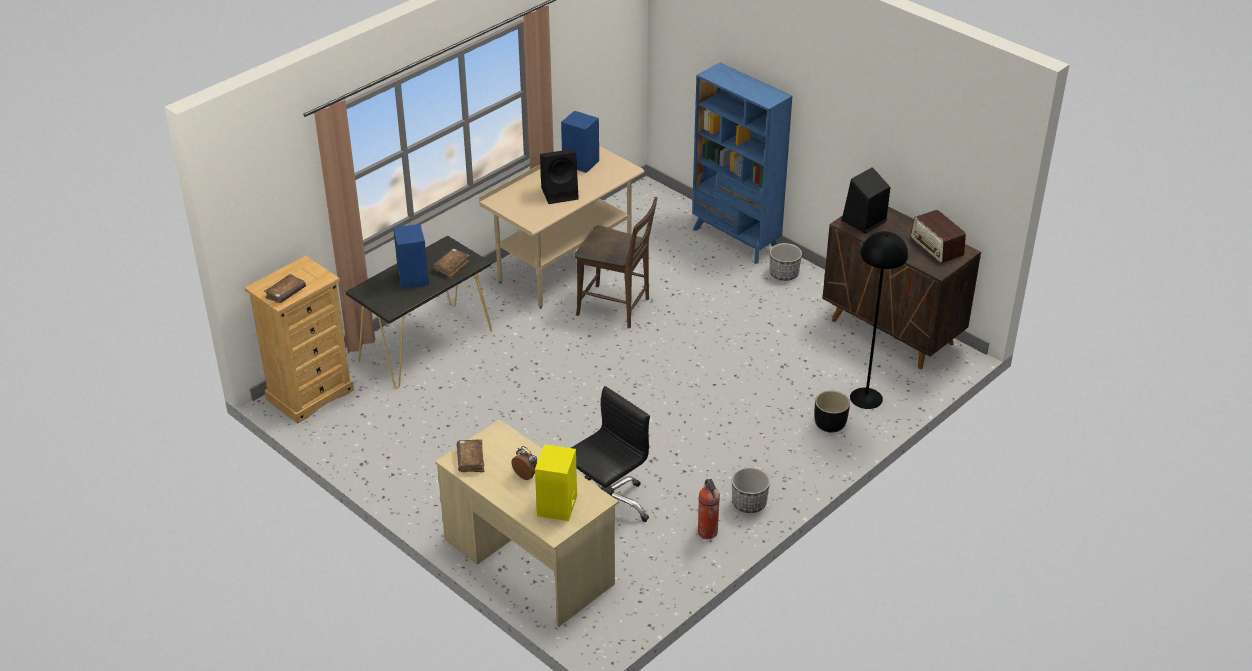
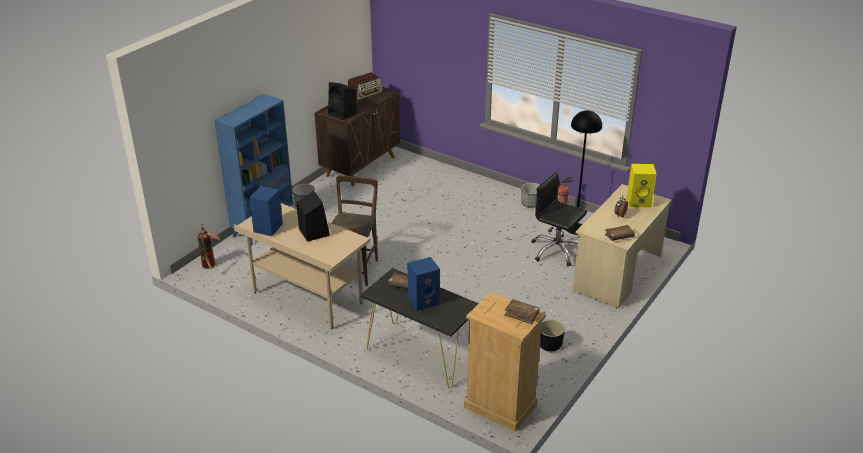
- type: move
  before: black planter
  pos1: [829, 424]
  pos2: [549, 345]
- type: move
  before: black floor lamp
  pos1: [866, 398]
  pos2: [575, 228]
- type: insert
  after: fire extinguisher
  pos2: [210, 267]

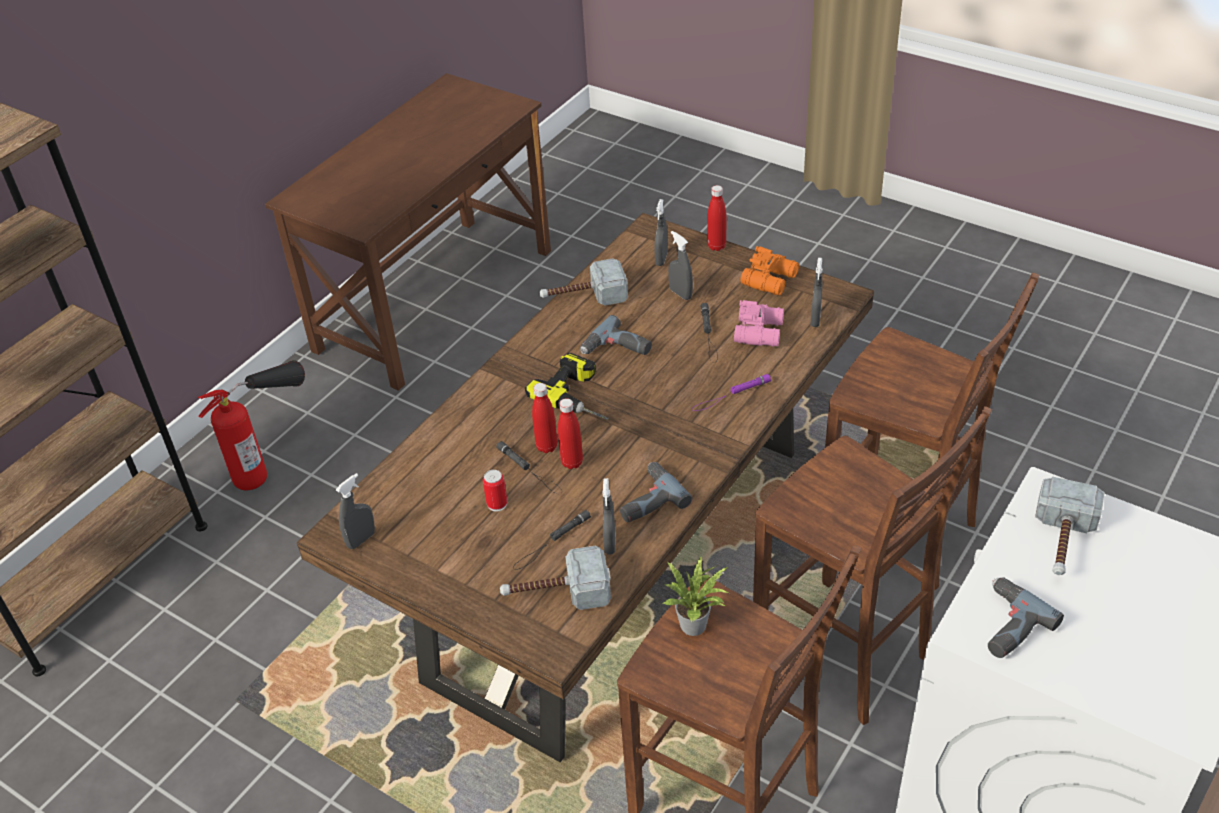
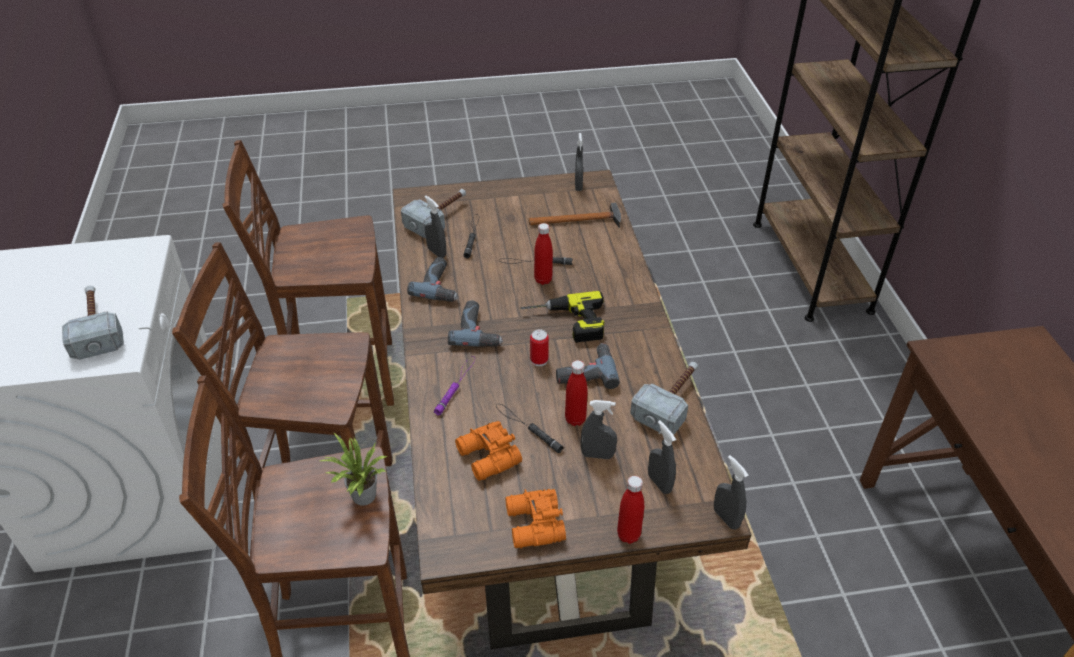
- type: delete
  before: fire extinguisher
  pos1: [272, 457]
- type: move
  before: can
  pos1: [497, 504]
  pos2: [539, 360]
- type: move
  before: red bottle
  pos1: [572, 462]
  pos2: [575, 419]
- type: move
  before: potted plant
  pos1: [697, 624]
  pos2: [361, 498]
- type: recolor
  before: pink binoculars
  after: orange binoculars
  pos1: [760, 331]
  pos2: [487, 458]
- type: move
  before: grey spray bottle
  pos1: [815, 319]
  pos2: [726, 518]
- type: move
  before: power drill
  pos1: [1006, 624]
  pos2: [479, 330]
- type: insert
  after: hammer
  pos2: [580, 220]

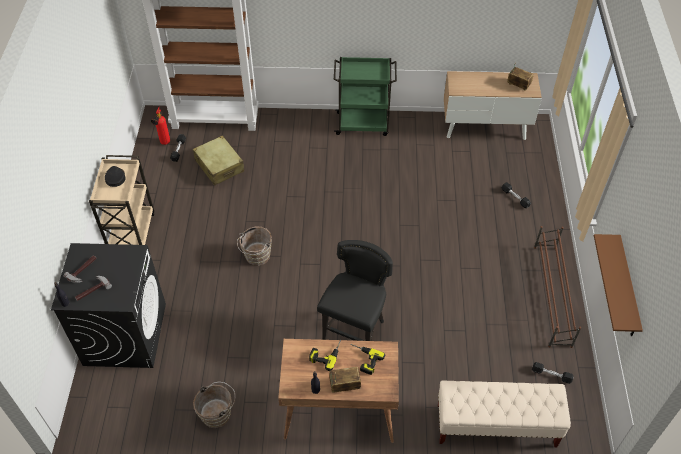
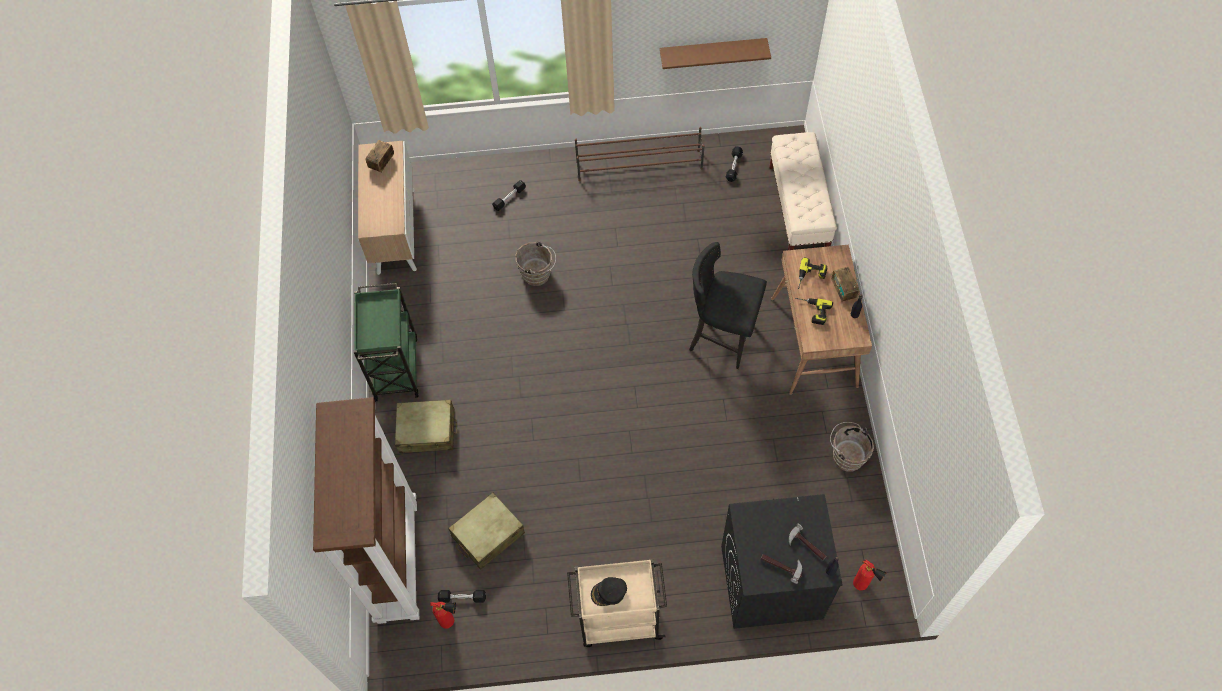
- type: move
  before: brown bucket
  pos1: [256, 257]
  pos2: [538, 275]
- type: insert
  after: beige suitcase
  pos2: [427, 431]
- type: insert
  after: fire extinguisher
  pos2: [863, 586]

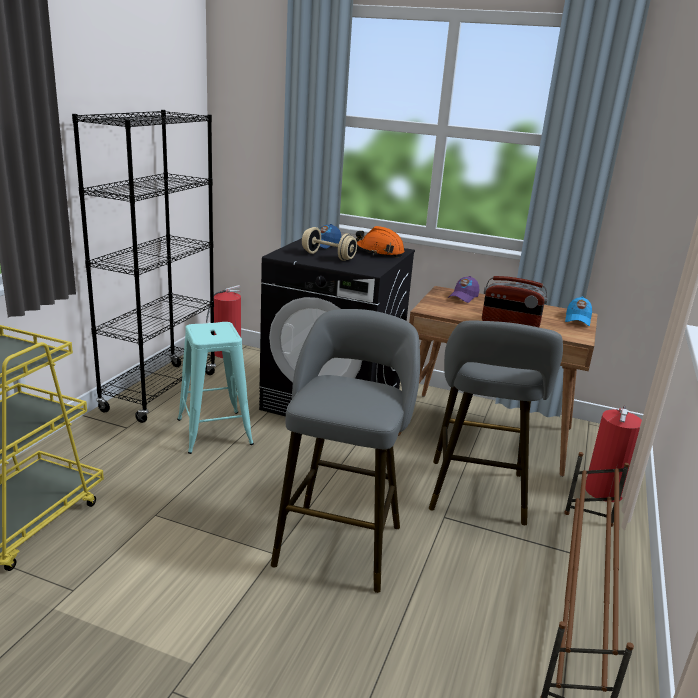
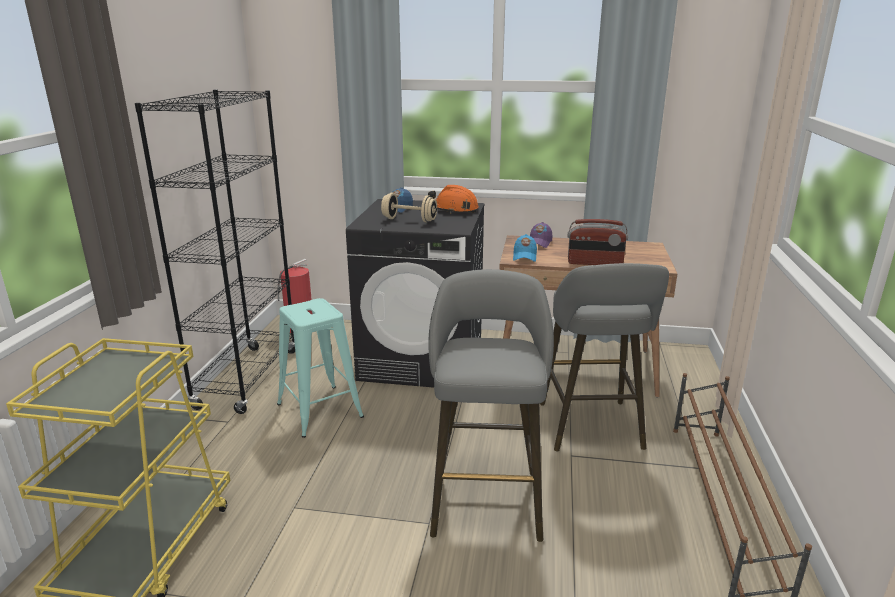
- type: move
  before: blue cap
  pos1: [577, 320]
  pos2: [524, 257]
- type: delete
  before: fire extinguisher
  pos1: [604, 490]

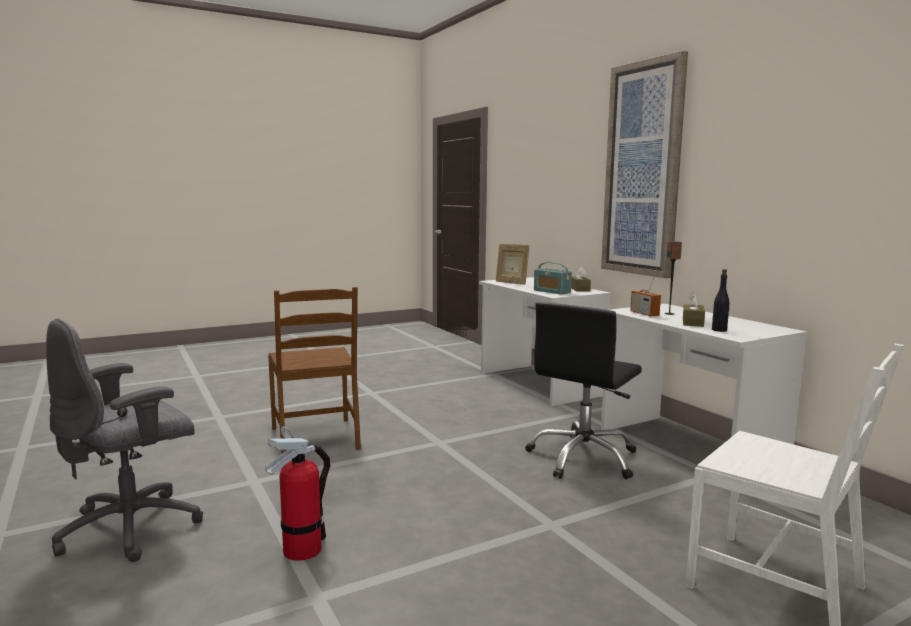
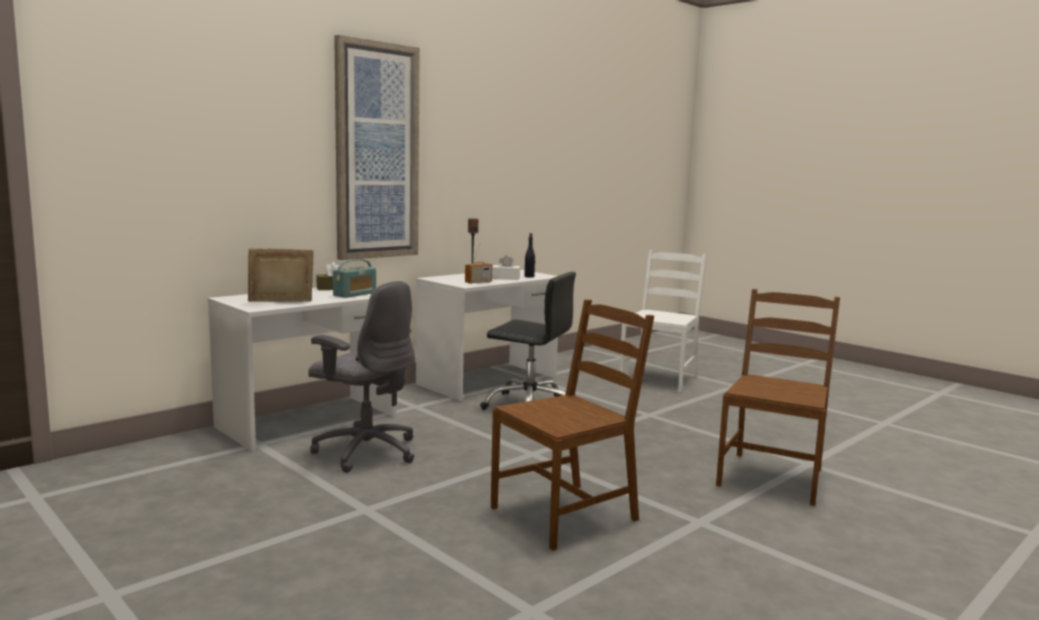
- type: move
  before: grey office chair
  pos1: [133, 528]
  pos2: [366, 451]
- type: replace
  before: fire extinguisher
  after: brown chair
  pos1: [302, 549]
  pos2: [771, 477]
- type: rotate
  before: picture frame
  pos1: [511, 283]
  pos2: [281, 303]
  turn: -150
- type: recolor
  before: brown tissue box
  after: white tissue box
  pos1: [692, 322]
  pos2: [505, 278]

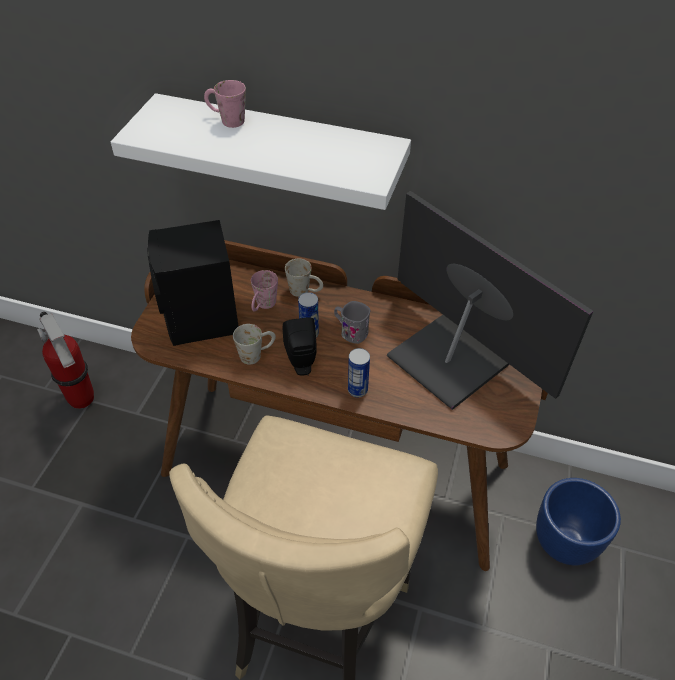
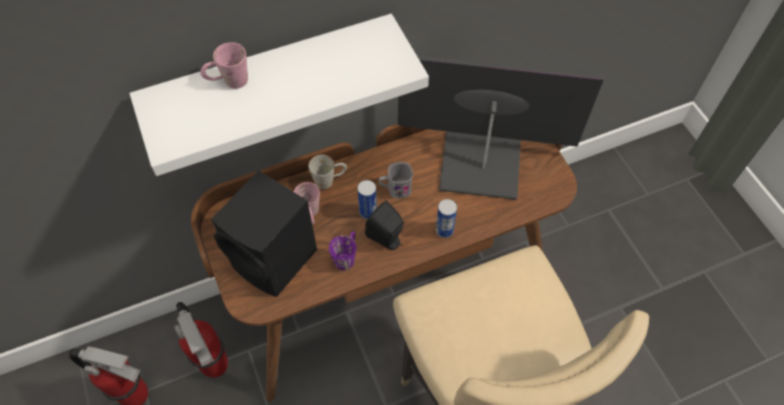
- type: recolor
  before: white mug
  after: purple mug
  pos1: [256, 354]
  pos2: [347, 256]
- type: delete
  before: blue planter
  pos1: [564, 541]
- type: insert
  after: fire extinguisher
  pos2: [215, 366]

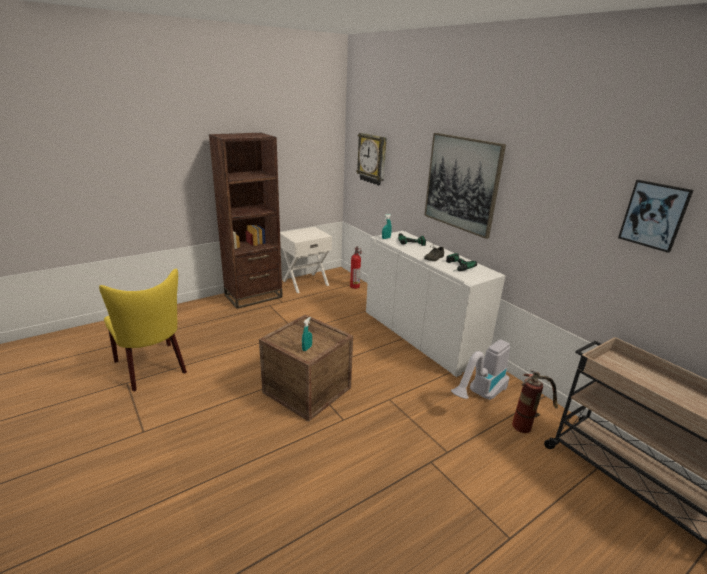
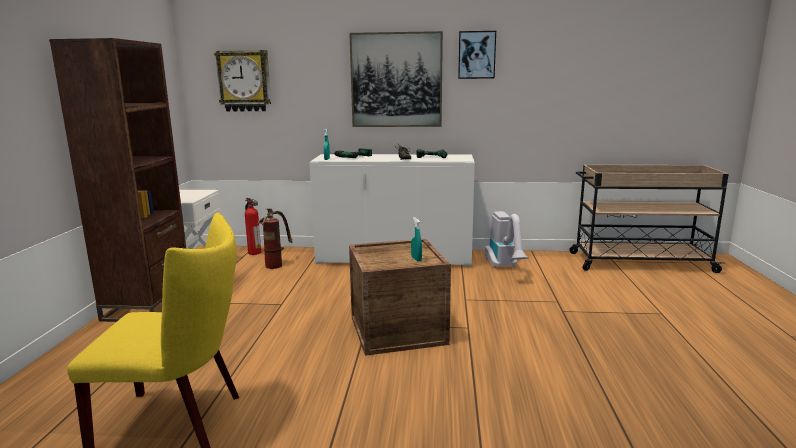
- type: move
  before: fire extinguisher
  pos1: [527, 423]
  pos2: [276, 263]
- type: move
  before: picture
  pos1: [654, 215]
  pos2: [476, 55]

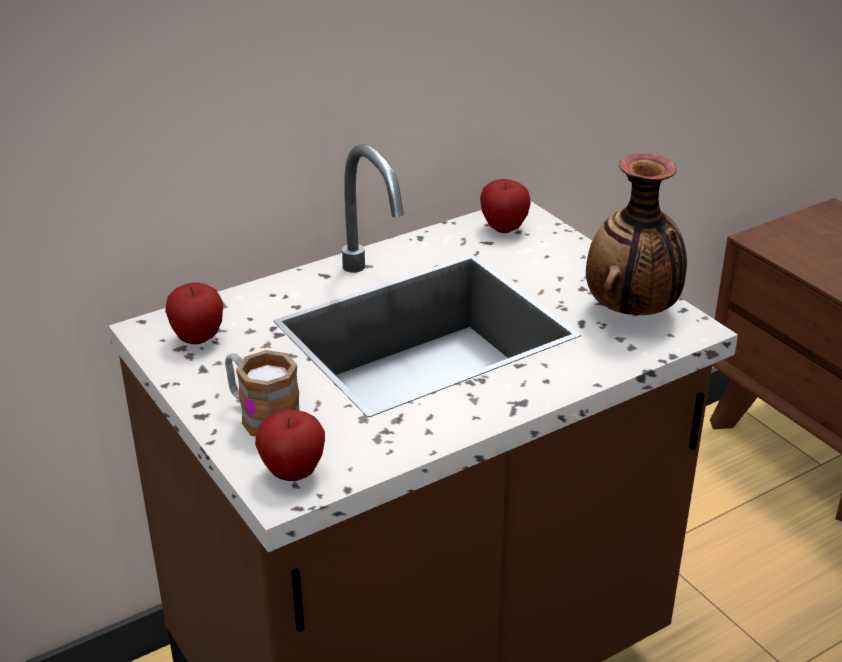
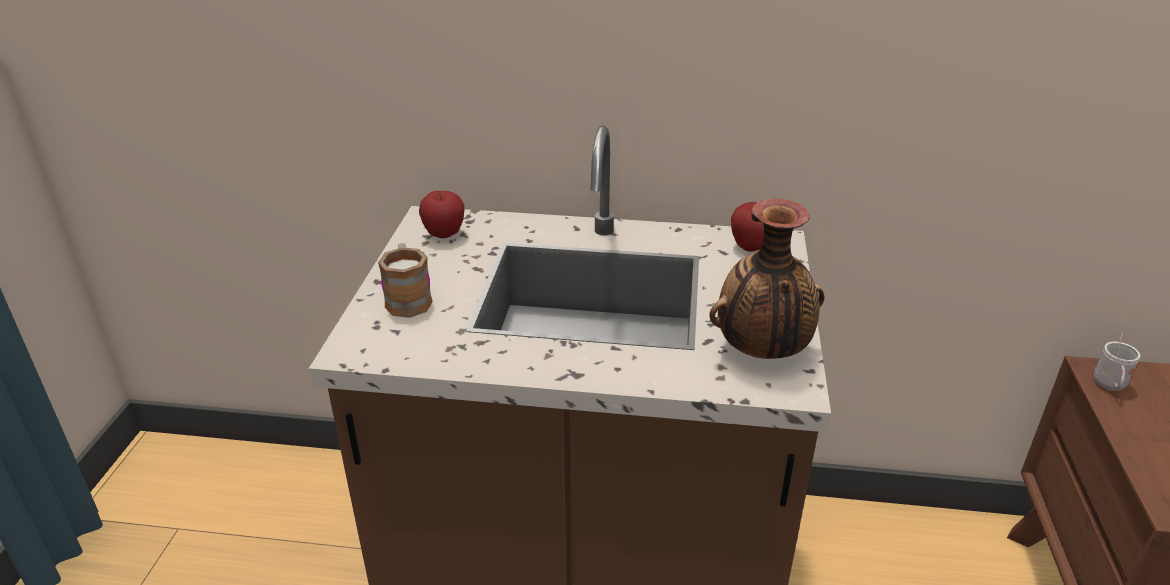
- type: delete
  before: apple
  pos1: [293, 473]
- type: insert
  after: white mug
  pos2: [1109, 386]

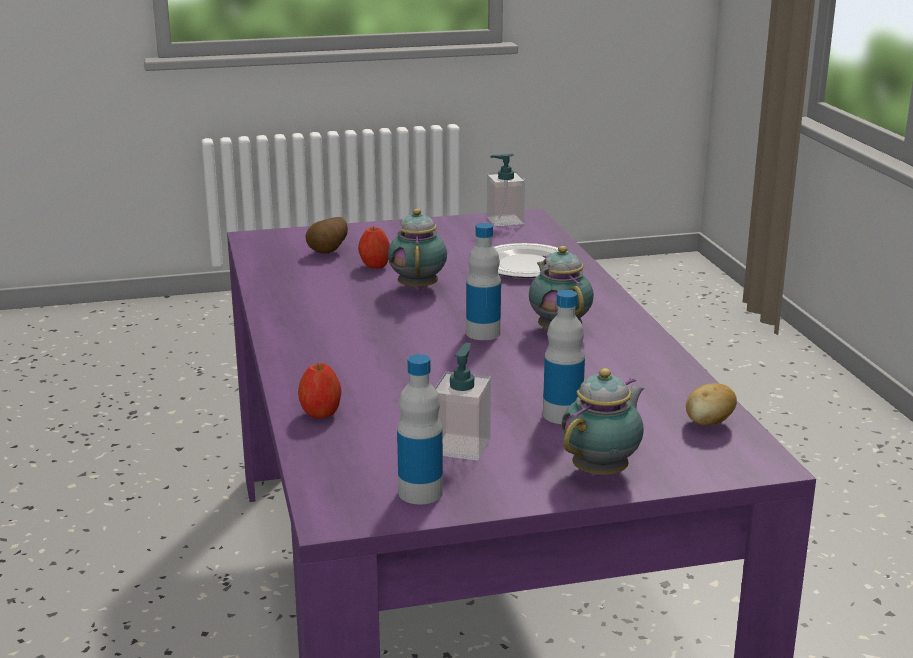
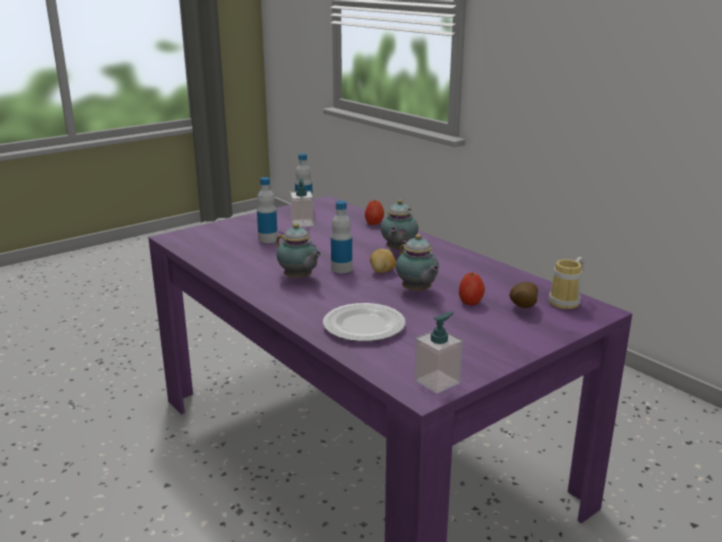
- type: move
  before: teapot
  pos1: [603, 471]
  pos2: [398, 250]
- type: move
  before: potato
  pos1: [708, 423]
  pos2: [382, 271]
- type: insert
  after: mug
  pos2: [568, 302]

